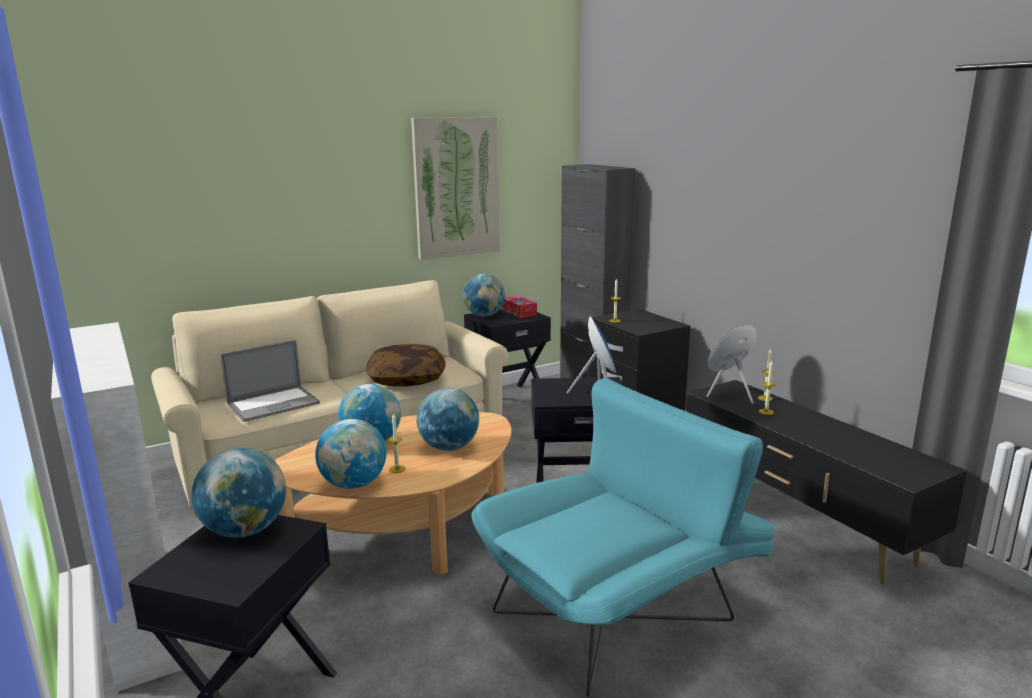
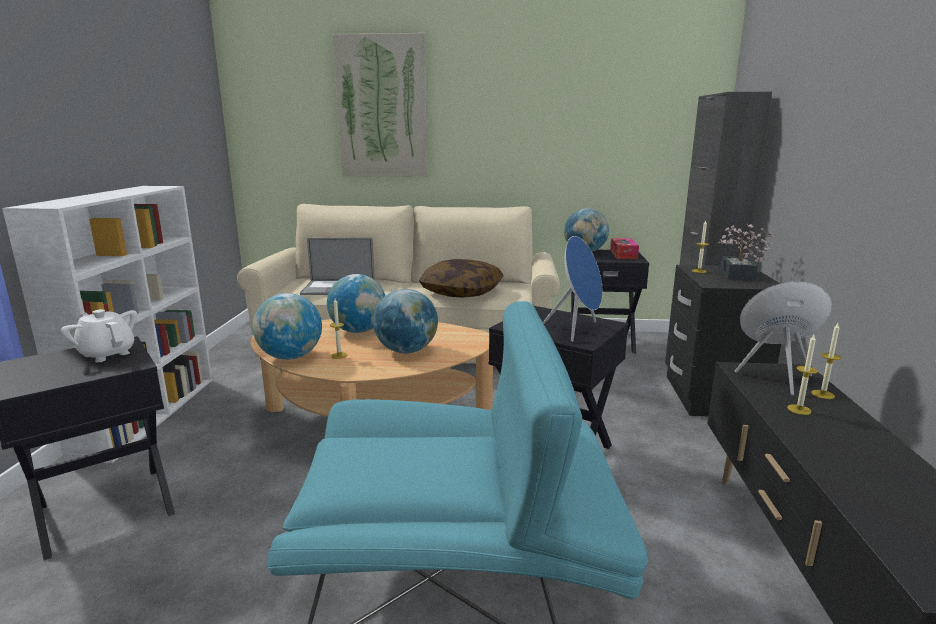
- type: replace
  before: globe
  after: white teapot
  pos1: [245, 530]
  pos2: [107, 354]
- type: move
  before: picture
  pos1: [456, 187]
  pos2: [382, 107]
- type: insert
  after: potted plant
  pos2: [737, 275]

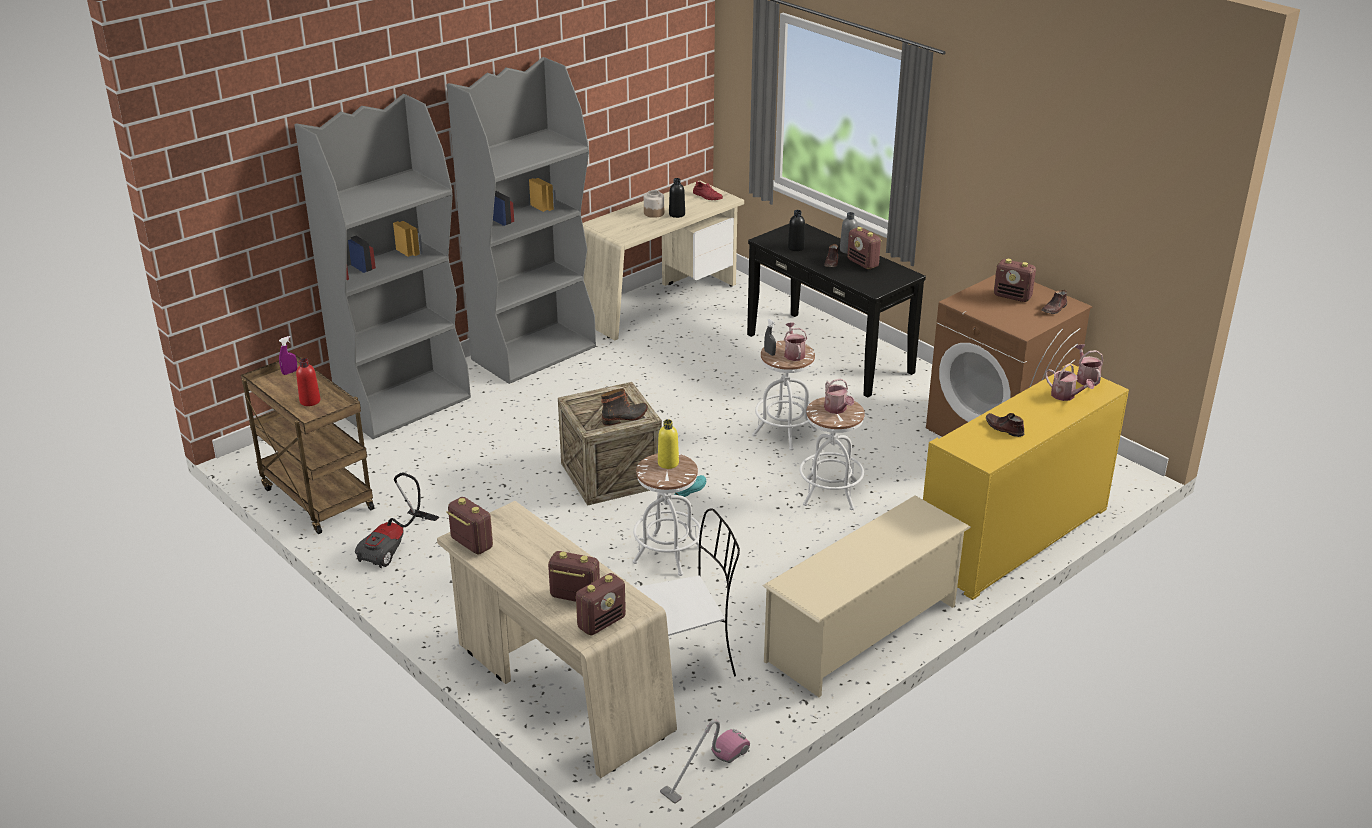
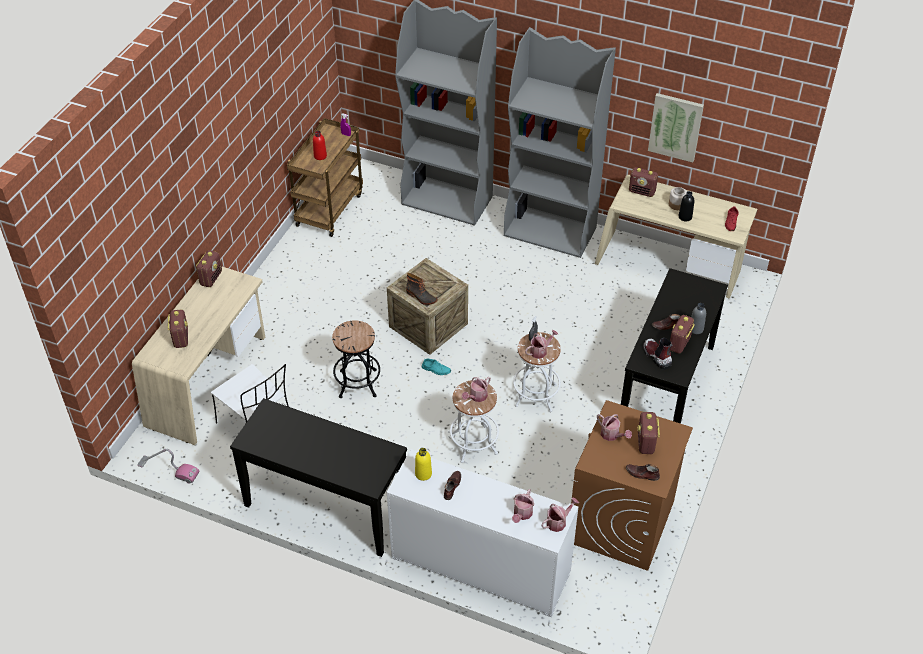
- type: delete
  before: vacuum cleaner
  pos1: [395, 546]
- type: move
  before: radio
  pos1: [601, 622]
  pos2: [642, 192]
- type: recolor
  before: white stool
  after: black stool
  pos1: [667, 555]
  pos2: [358, 383]
- type: move
  before: yellow bottle
  pos1: [668, 463]
  pos2: [423, 474]
- type: replace
  before: beige shoe rack
  after: black console table
  pos1: [862, 633]
  pos2: [326, 507]
- type: delete
  before: black bottle
  pos1: [796, 247]
- type: recolor
  before: yellow cabinet
  after: white cabinet
  pos1: [1013, 537]
  pos2: [480, 565]
- type: insert
  after: watering can
  pos2: [612, 435]
- type: insert
  after: boot
  pos2: [656, 356]
- type: insert
  after: picture
  pos2: [675, 127]

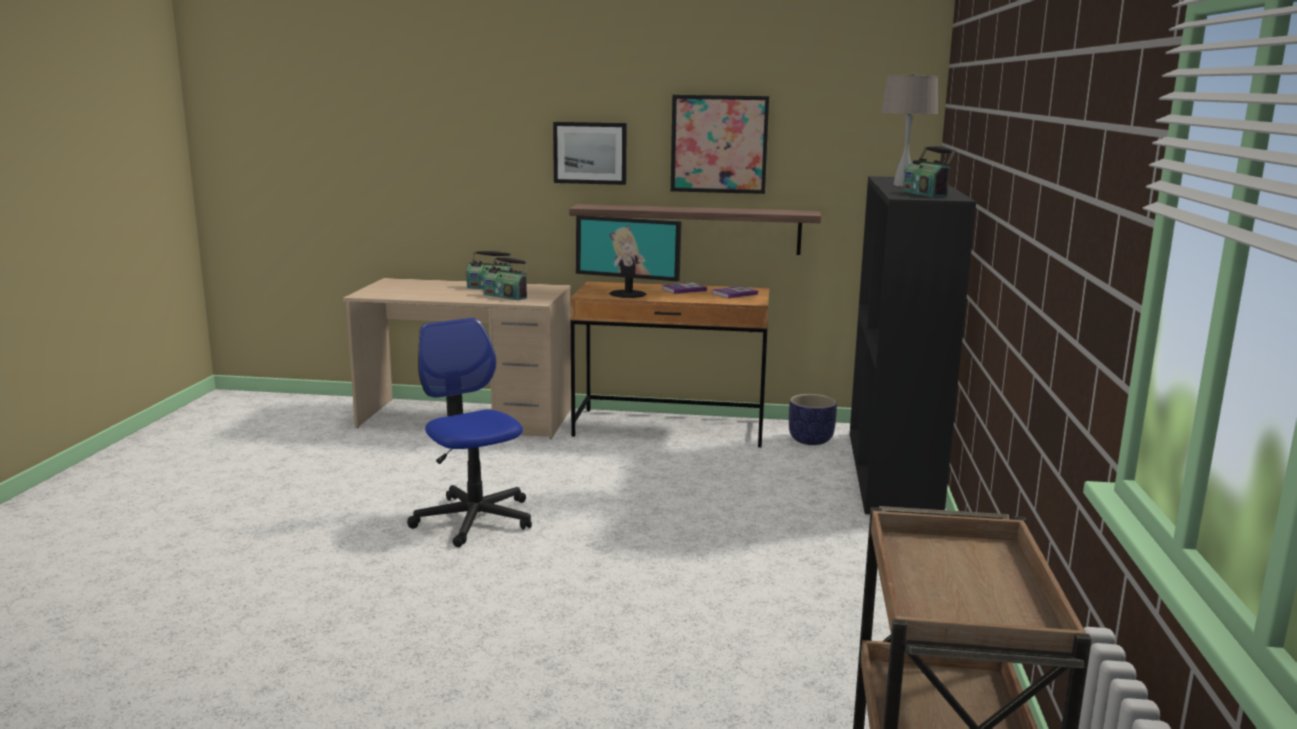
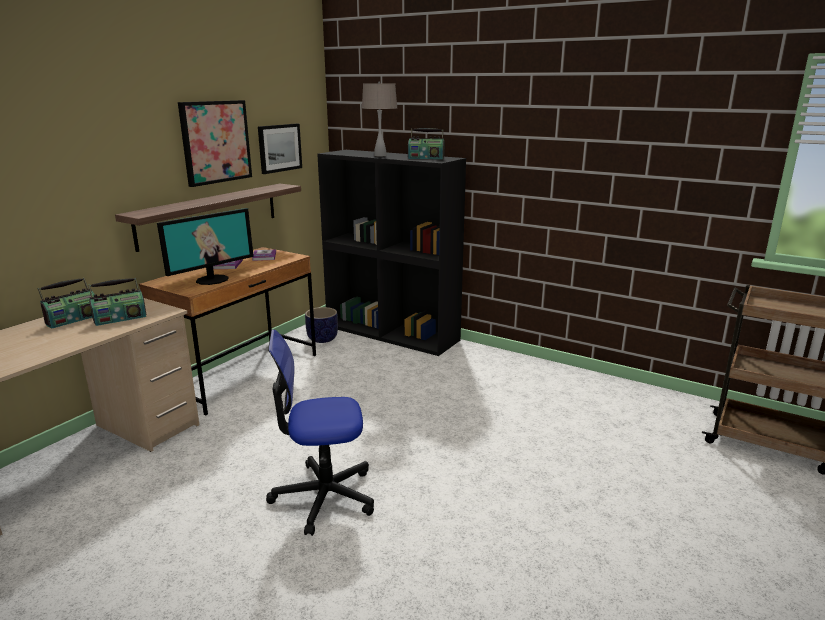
- type: move
  before: picture
  pos1: [590, 153]
  pos2: [279, 148]

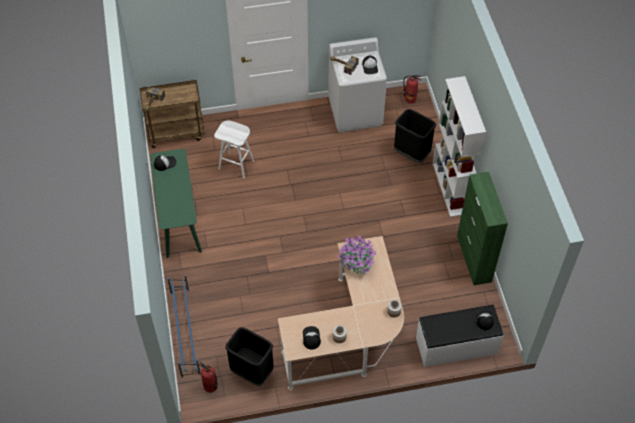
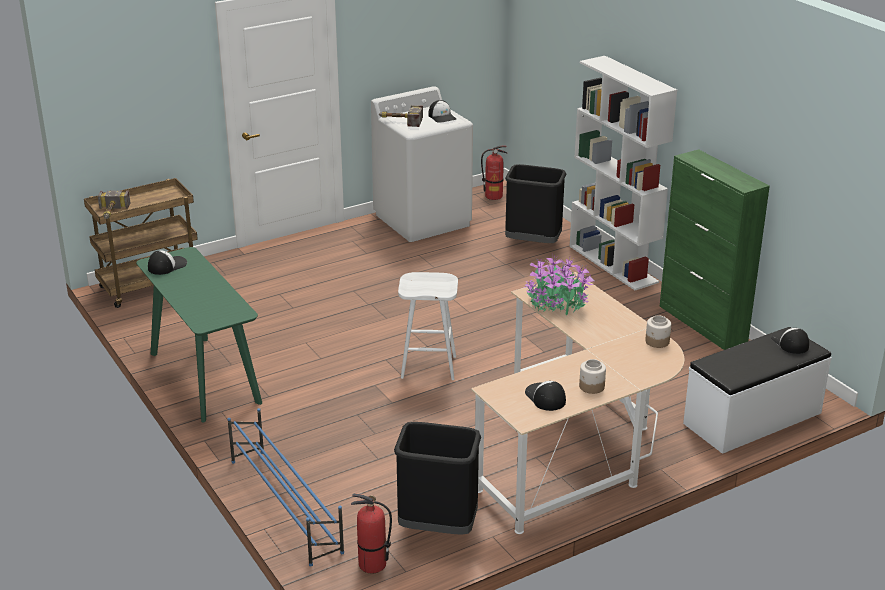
- type: move
  before: white stool
  pos1: [237, 165]
  pos2: [429, 367]

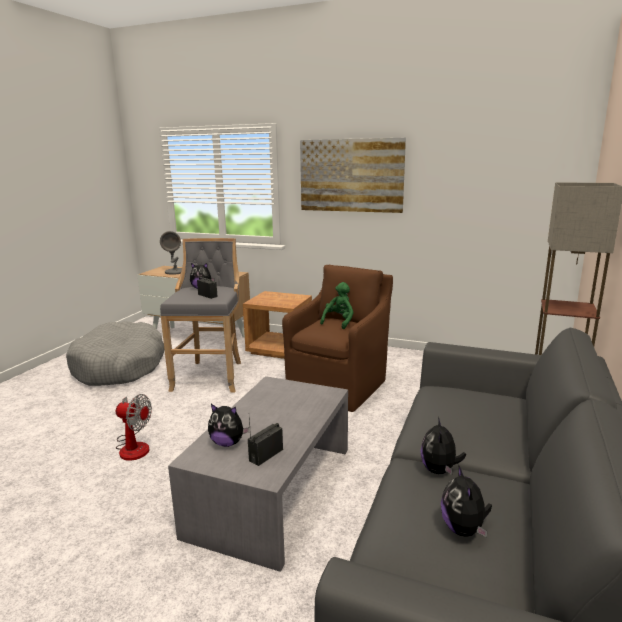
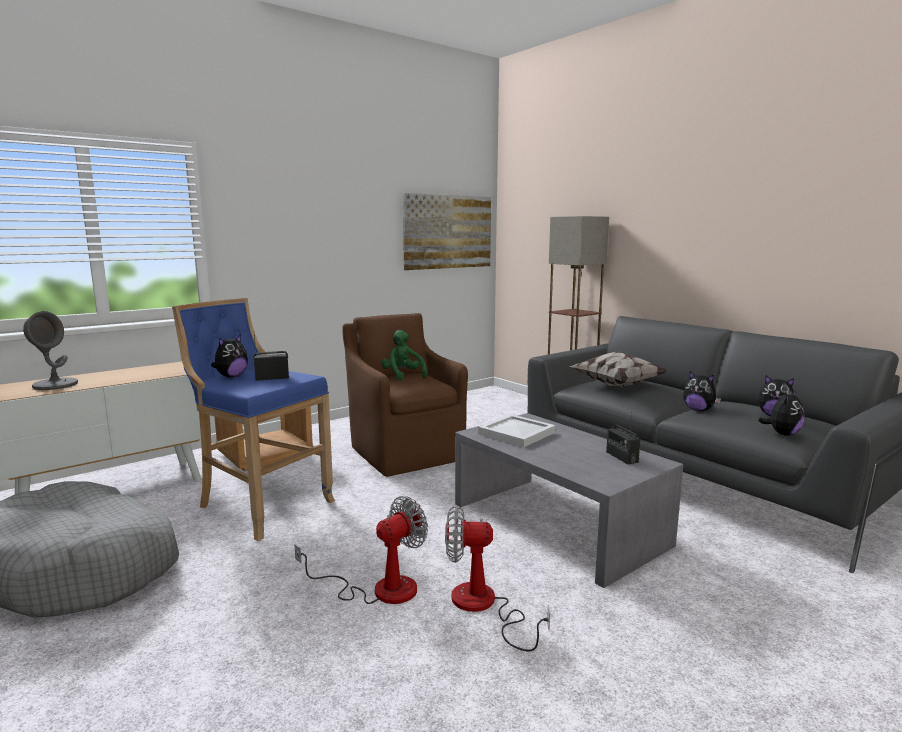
- type: recolor
  before: grey stool
  after: blue stool
  pos1: [211, 375]
  pos2: [260, 505]
- type: move
  before: plush toy
  pos1: [227, 443]
  pos2: [782, 434]
- type: move
  before: picture
  pos1: [351, 175]
  pos2: [448, 232]
- type: insert
  after: fan
  pos2: [483, 607]
- type: insert
  after: white tray
  pos2: [518, 433]
- type: insert
  after: pillow
  pos2: [616, 384]

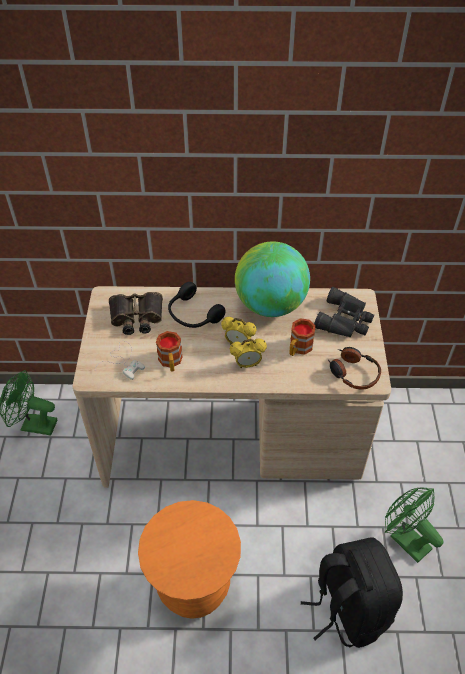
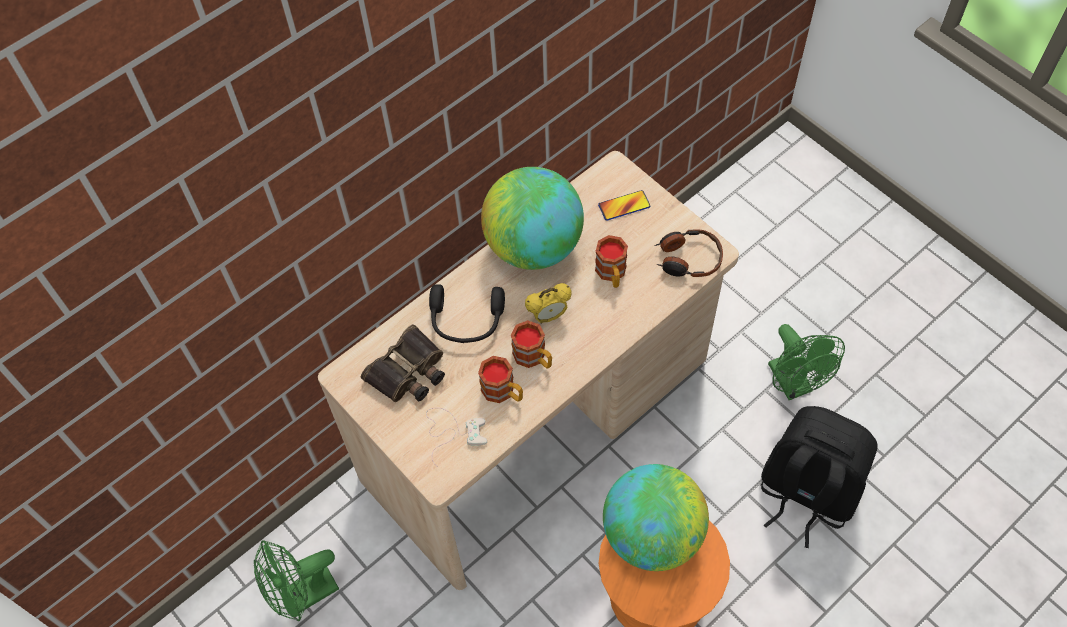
- type: delete
  before: alarm clock
  pos1: [247, 364]
- type: replace
  before: black binoculars
  after: phone
  pos1: [345, 320]
  pos2: [624, 206]
- type: rotate
  before: green fan
  pos1: [405, 538]
  pos2: [794, 384]
  turn: -120
- type: insert
  after: mug
  pos2: [534, 357]
- type: insert
  after: globe
  pos2: [652, 534]

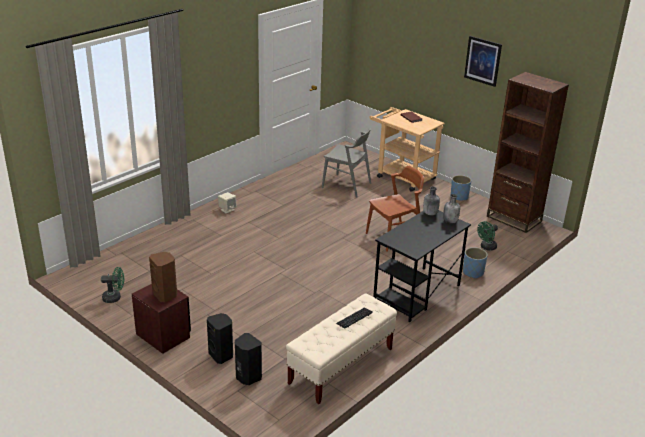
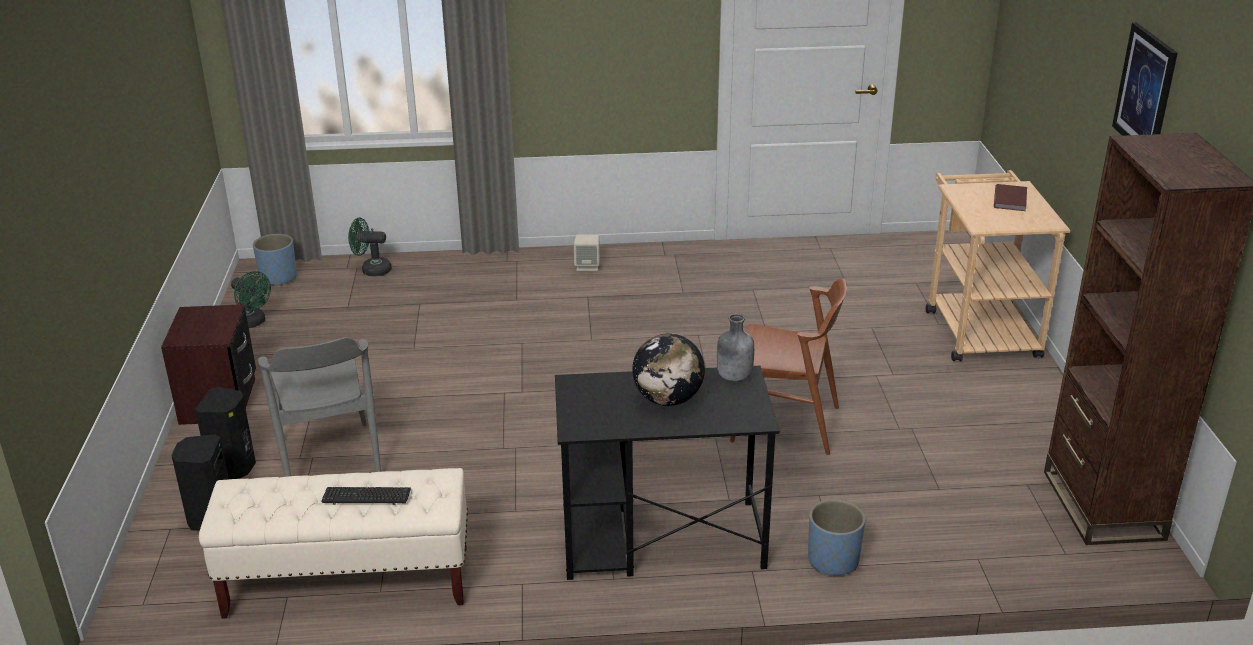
- type: delete
  before: brown speaker
  pos1: [165, 295]
- type: move
  before: grey chair
  pos1: [346, 185]
  pos2: [329, 460]
- type: delete
  before: grey bottle
  pos1: [450, 221]
- type: move
  before: blue planter
  pos1: [459, 197]
  pos2: [278, 278]
- type: move
  before: green fan
  pos1: [486, 247]
  pos2: [371, 270]
- type: insert
  after: globe
  pos2: [668, 399]

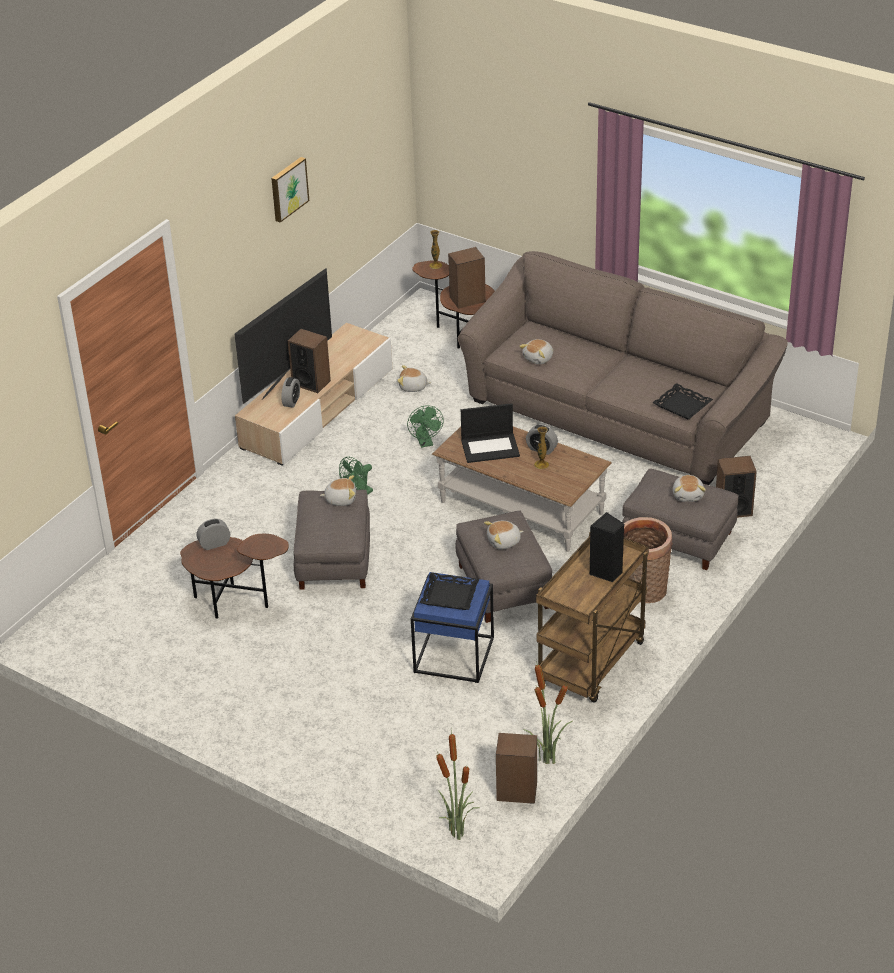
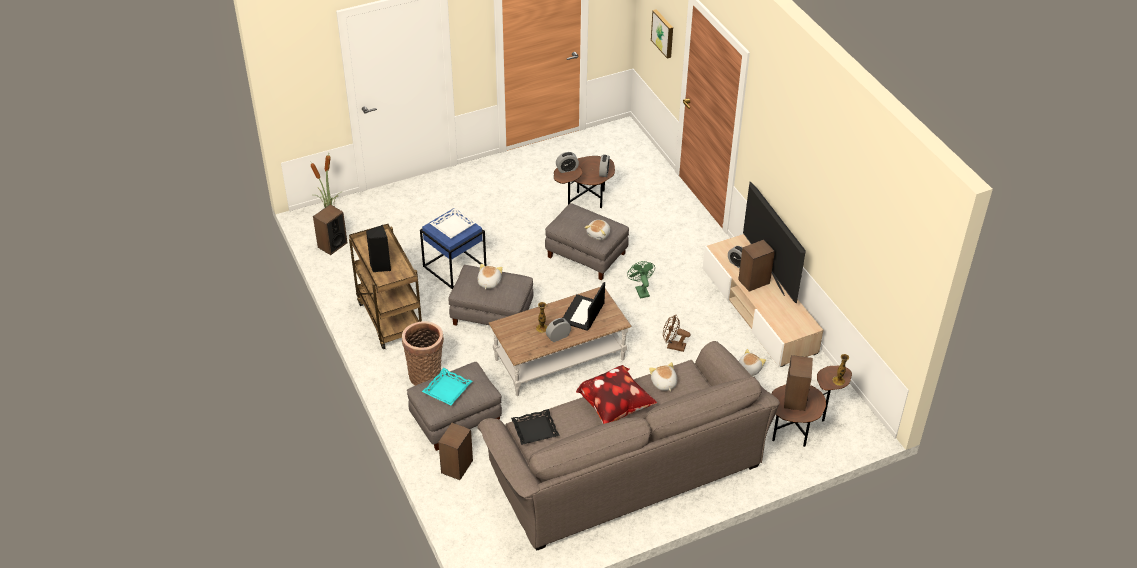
- type: move
  before: picture
  pos1: [288, 188]
  pos2: [663, 33]
- type: recolor
  before: green fan
  after: brown fan
  pos1: [425, 443]
  pos2: [673, 346]
- type: recolor
  before: black tray
  after: white tray
  pos1: [449, 596]
  pos2: [453, 226]
- type: delete
  before: potted plant
  pos1: [547, 758]
- type: replace
  before: plush toy
  after: turquoise tray
  pos1: [688, 495]
  pos2: [447, 390]
- type: insert
  after: alarm clock
  pos2: [567, 169]
- type: insert
  after: pillow
  pos2: [615, 408]

